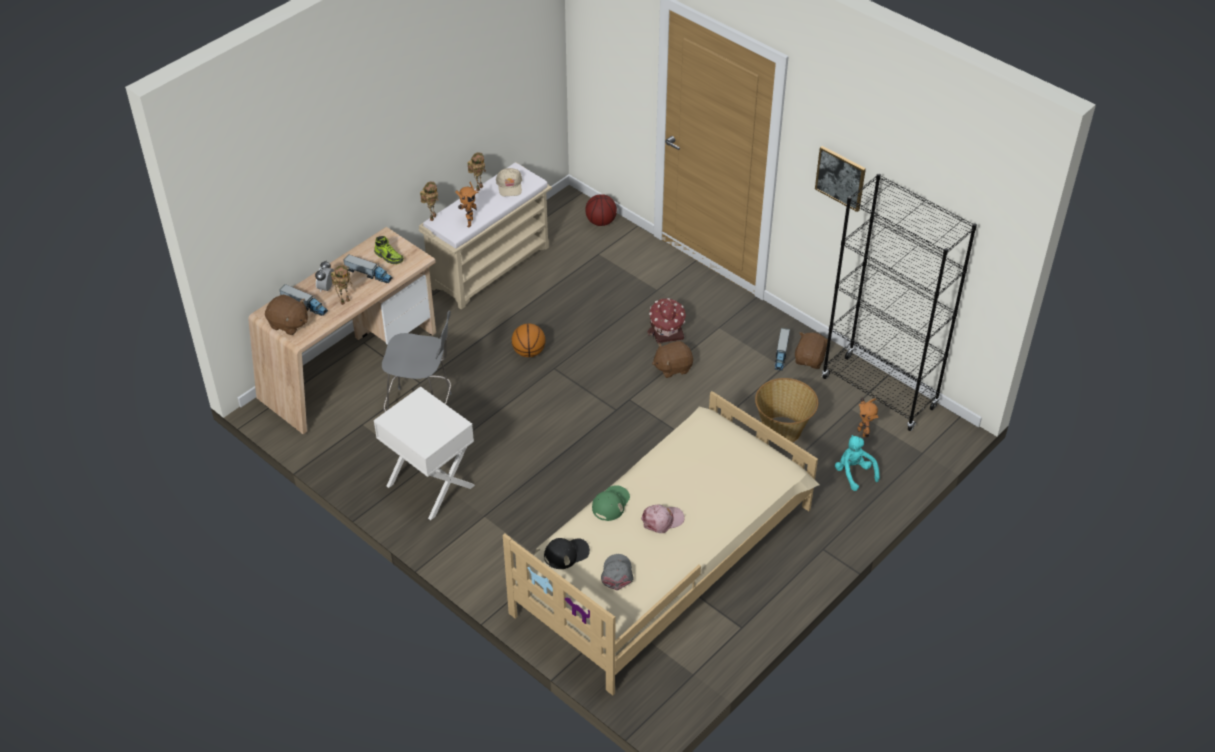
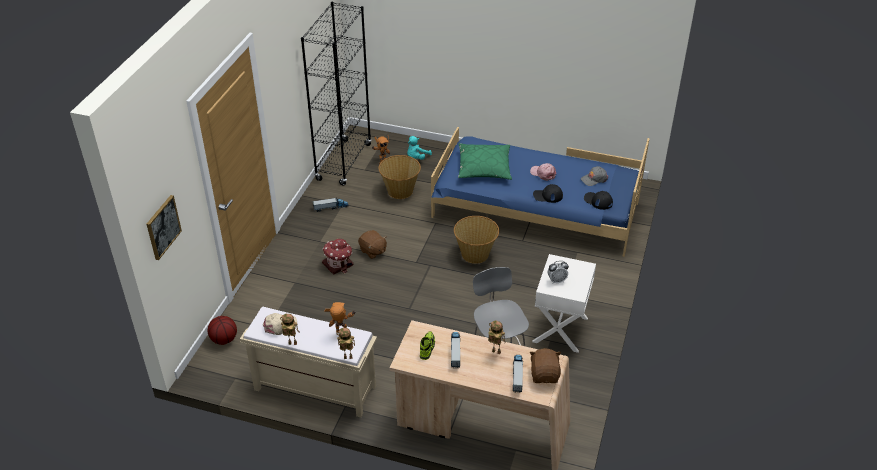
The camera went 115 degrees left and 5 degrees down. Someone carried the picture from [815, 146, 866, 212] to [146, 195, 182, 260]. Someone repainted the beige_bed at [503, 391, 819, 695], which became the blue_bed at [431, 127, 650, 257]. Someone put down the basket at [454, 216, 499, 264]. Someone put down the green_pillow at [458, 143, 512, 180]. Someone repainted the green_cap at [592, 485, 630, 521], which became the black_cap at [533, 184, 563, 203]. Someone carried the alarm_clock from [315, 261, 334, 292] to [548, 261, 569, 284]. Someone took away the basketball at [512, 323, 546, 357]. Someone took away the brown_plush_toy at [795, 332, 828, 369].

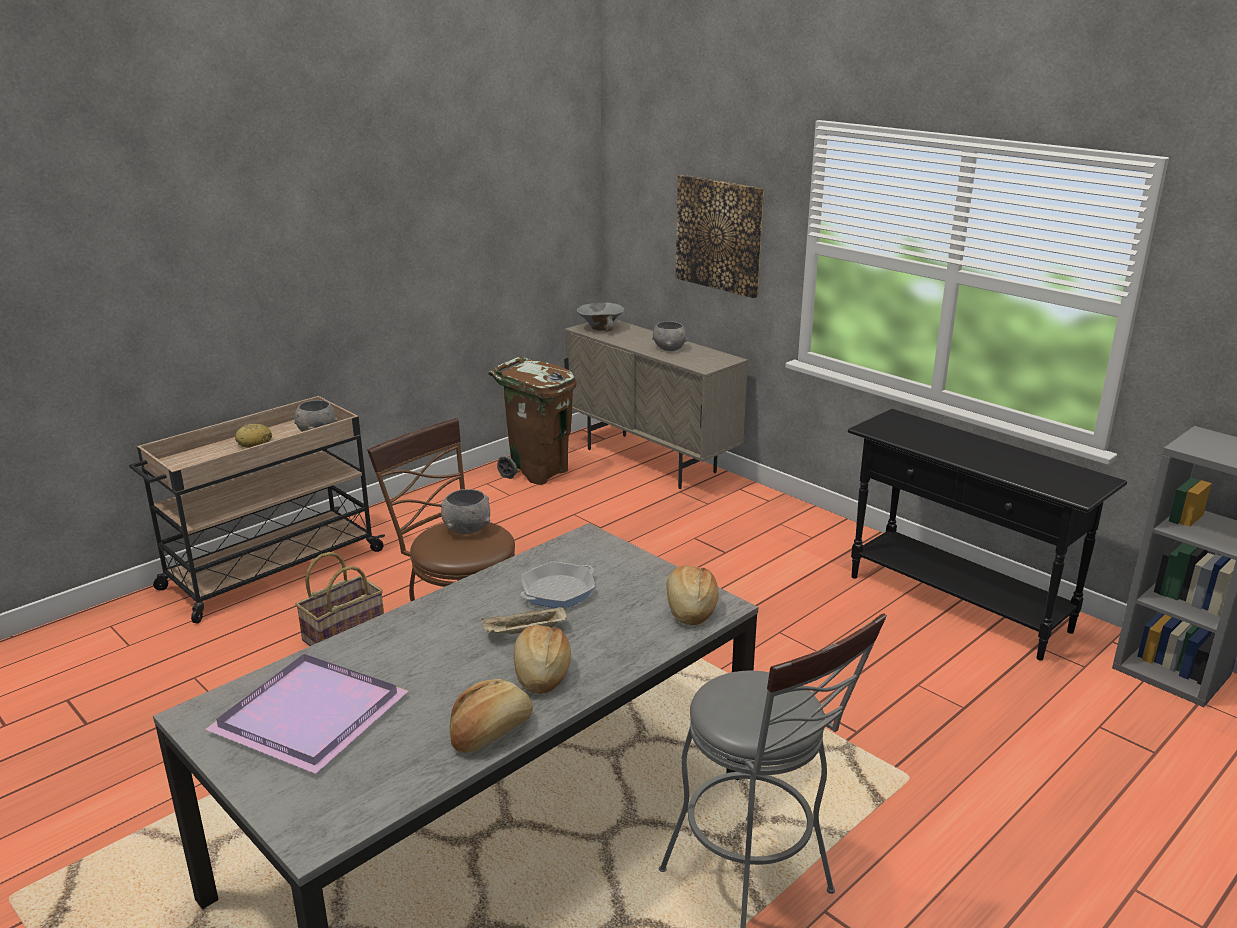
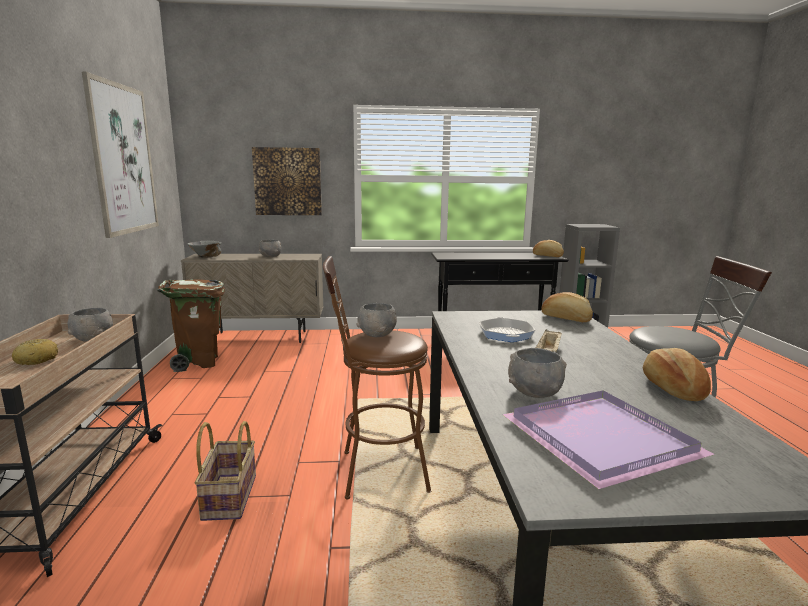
The camera went 50 degrees left and 10 degrees down. Someone put up the picture at [82, 72, 159, 238]. Someone put down the grey_bowl at [508, 348, 567, 398]. Someone carried the bread from [514, 625, 571, 694] to [533, 240, 564, 257].

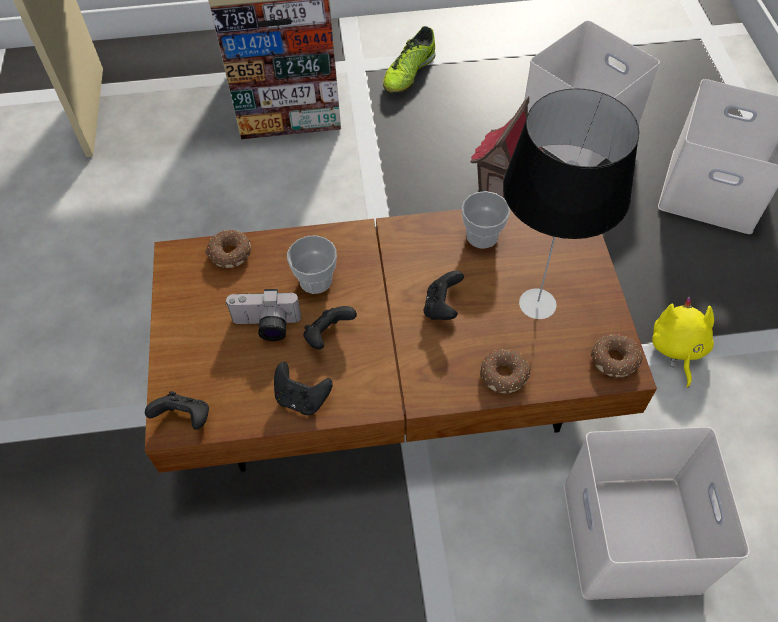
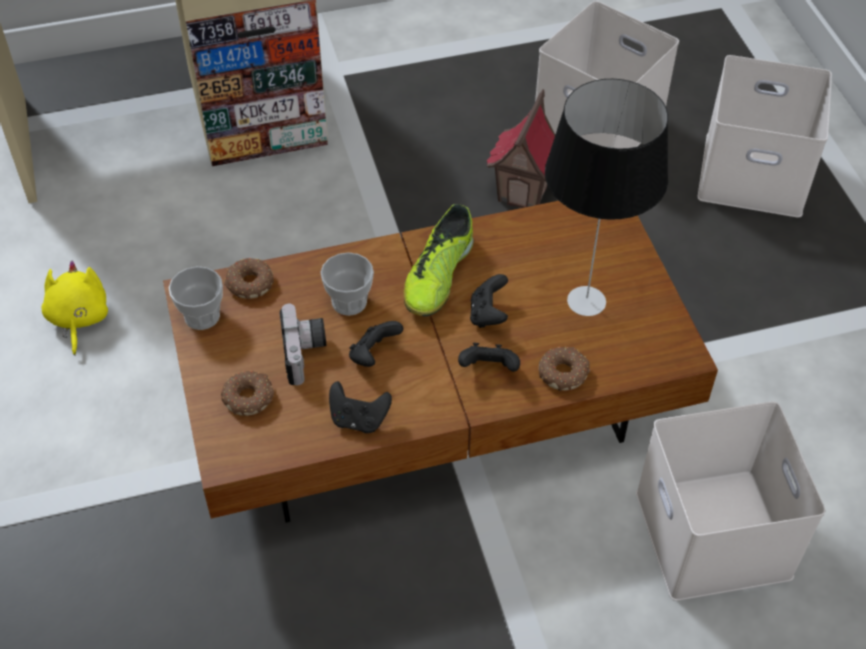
The camera went 10 degrees left and 5 degrees down. Someone carried the yellow_plush_toy from [652, 297, 714, 388] to [41, 260, 108, 356]. Someone carried the cup from [461, 191, 510, 249] to [169, 266, 223, 330]. Someone carried the donut from [591, 334, 643, 377] to [221, 371, 274, 416]. Someone rotated the photo_camera at [225, 289, 301, 341] by 90 degrees counterclockwise. Someone carried the shoe from [383, 26, 436, 93] to [404, 204, 474, 316]. Someone carried the black_game_controller from [145, 391, 209, 430] to [458, 343, 520, 372].

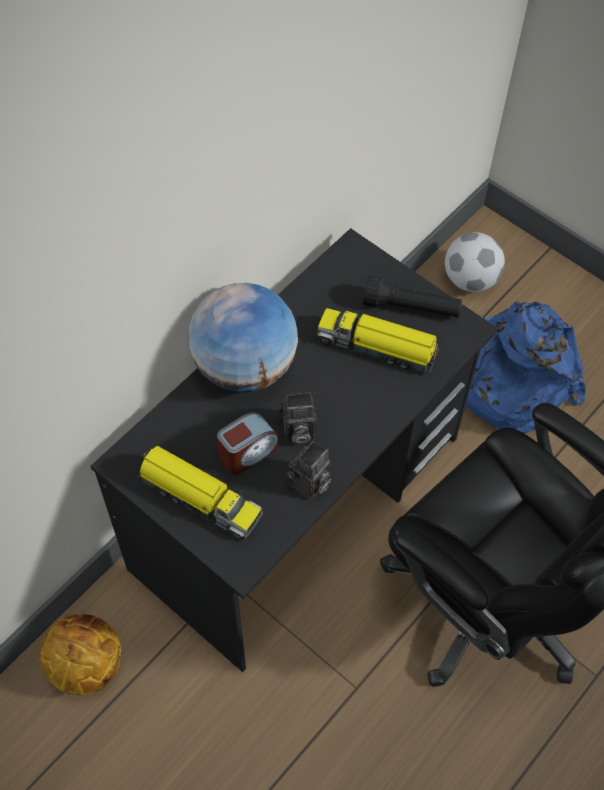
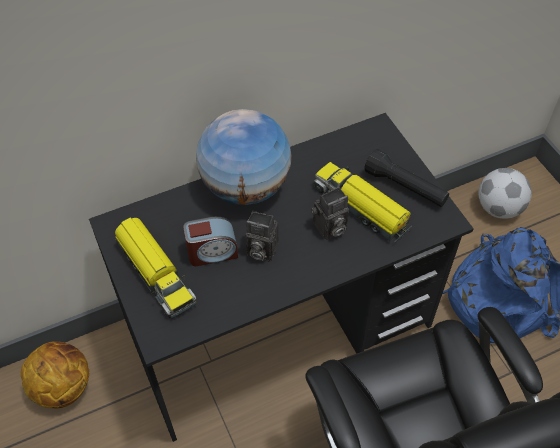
The camera went 25 degrees right and 5 degrees down. Someone carried the photo_camera from [287, 441, 331, 500] to [311, 187, 349, 240].

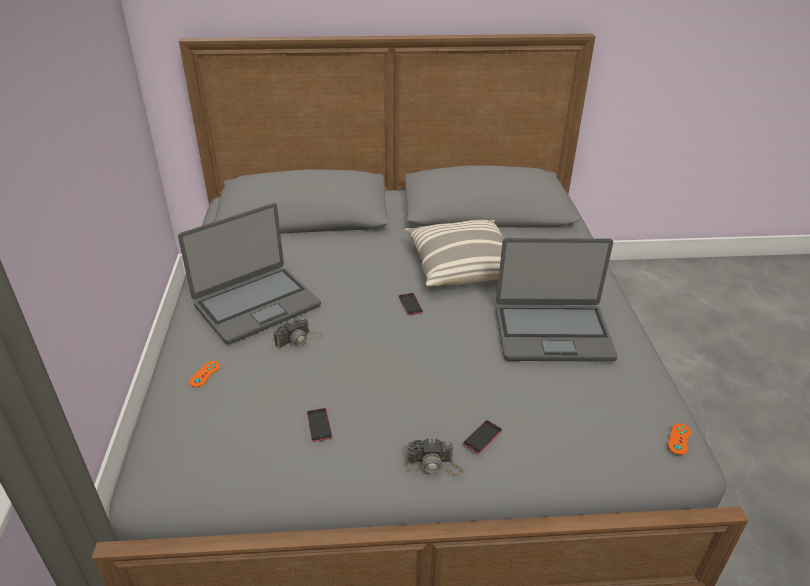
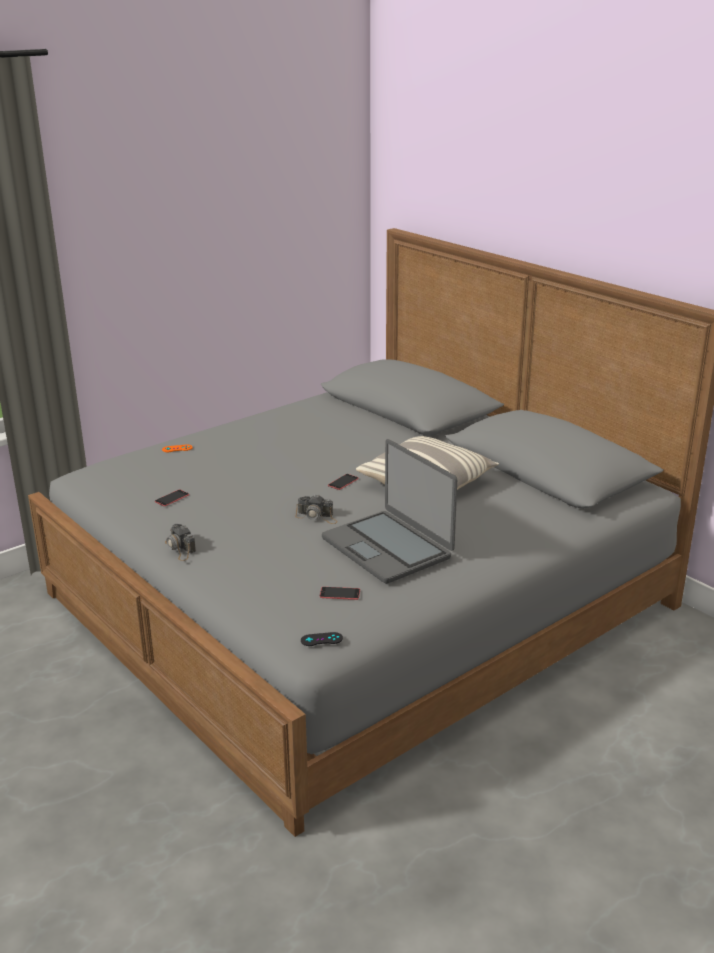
The camera went 55 degrees right and 10 degrees down. Someone carried the photo_camera from [274, 317, 323, 352] to [295, 495, 338, 524]. Someone repainted the orange_game_controller at [668, 423, 691, 455], which became the black_game_controller at [301, 632, 343, 646]. Someone carried the phone from [463, 420, 502, 454] to [320, 587, 360, 600]. Someone took away the laptop at [178, 203, 321, 345].

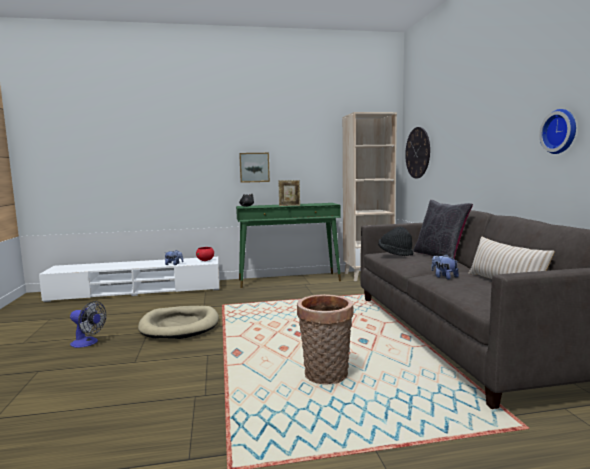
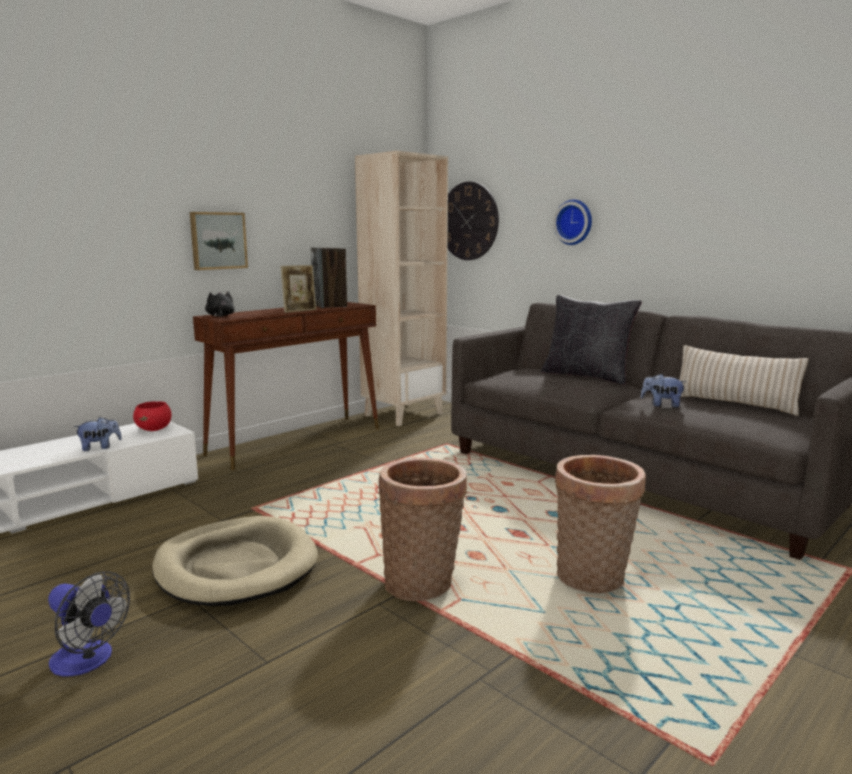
The camera went 35 degrees left and 5 degrees up. Someone rotated the fan at [70, 301, 106, 348] by 45 degrees clockwise. Someone repainted the green_console_table at [236, 203, 341, 288], which became the brown_console_table at [193, 302, 379, 470]. Someone put down the speaker at [311, 247, 347, 308]. Someone put down the basket at [378, 458, 467, 601]. Someone carried the wall_clock from [539, 109, 576, 154] to [553, 199, 592, 245]. Someone took away the black_hat at [378, 227, 414, 256].

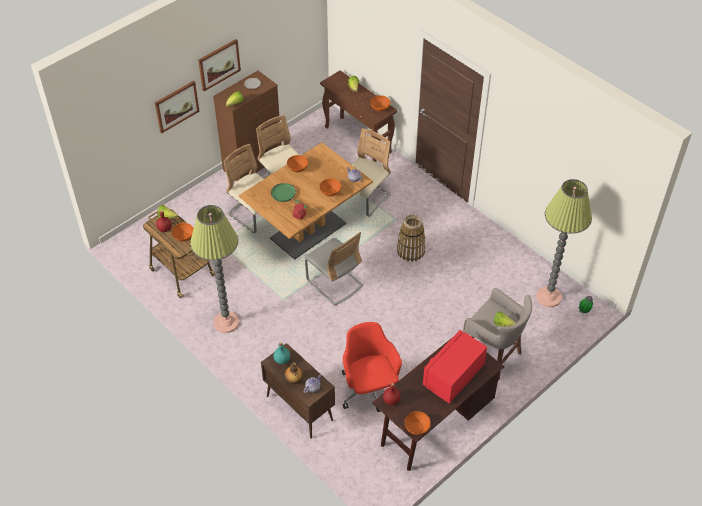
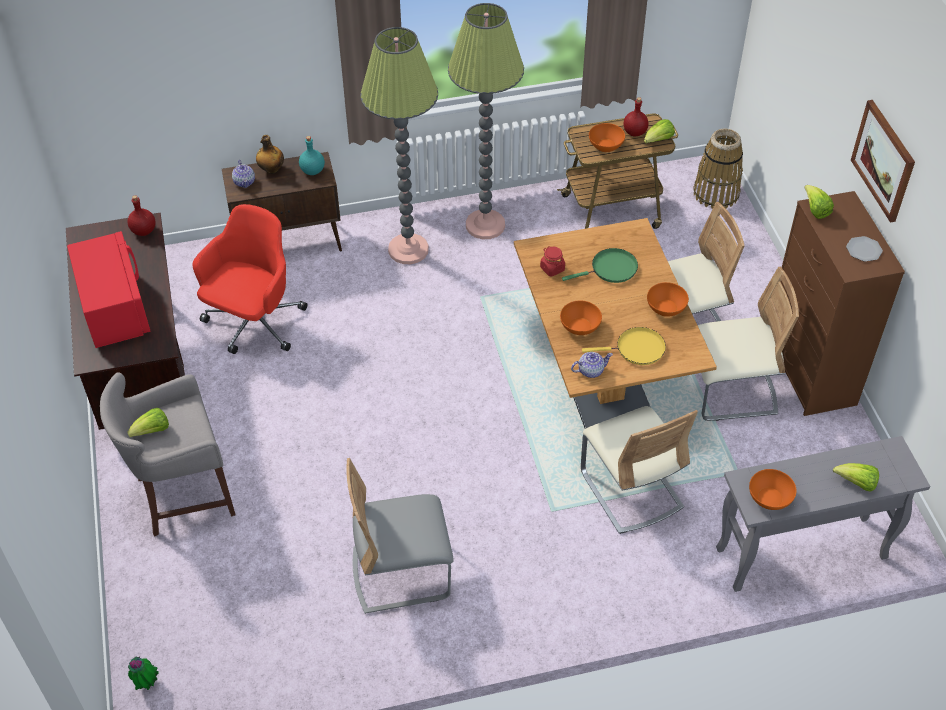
The camera went 120 degrees right and 0 degrees up. Someone rotated the red_office_chair at [342, 322, 402, 412] by 75 degrees counterclockwise. Someone carried the grey_chair from [304, 232, 363, 306] to [346, 458, 454, 614]. Someone carried the floor_lamp from [536, 179, 592, 307] to [361, 27, 438, 264]. Someone put down the yellow_frying_pan at [582, 327, 666, 365]. Someone carried the basket from [397, 215, 425, 262] to [693, 129, 743, 209]. Someone repainted the brown_console_table at [320, 70, 398, 162], which became the grey_console_table at [716, 436, 930, 592]. Someone took away the picture at [155, 81, 200, 133]. Someone took away the orange_bowl at [405, 411, 431, 435].

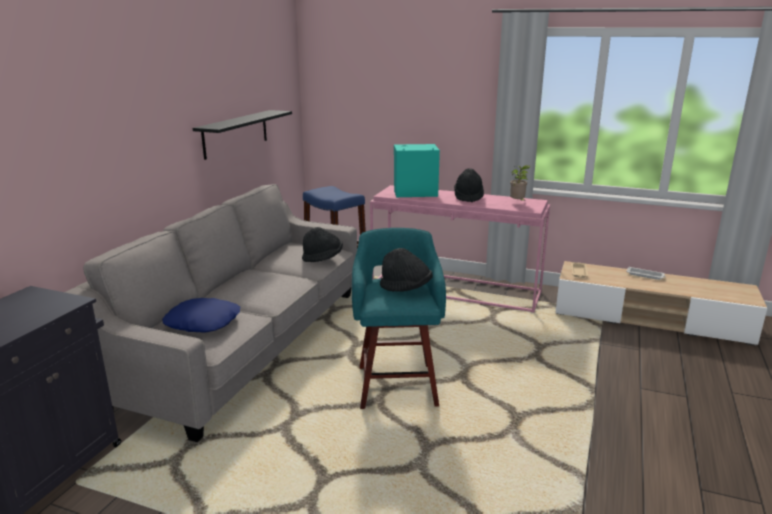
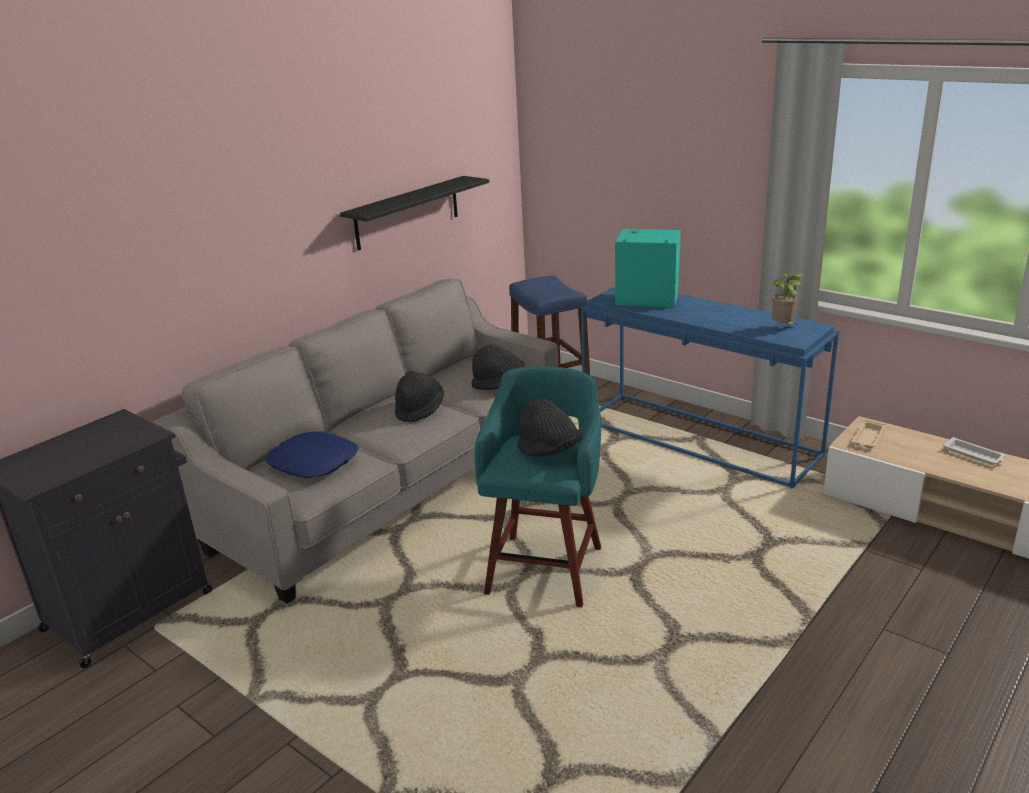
The camera went 20 degrees right and 5 degrees up. Someone carried the black_hat from [454, 168, 484, 202] to [395, 371, 444, 423]. Someone repainted the pink_console_table at [370, 185, 550, 313], which became the blue_console_table at [581, 287, 839, 489].

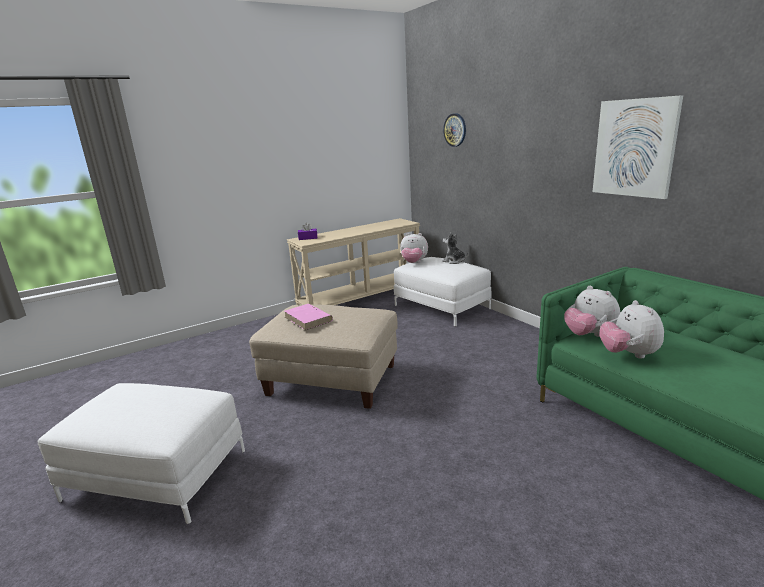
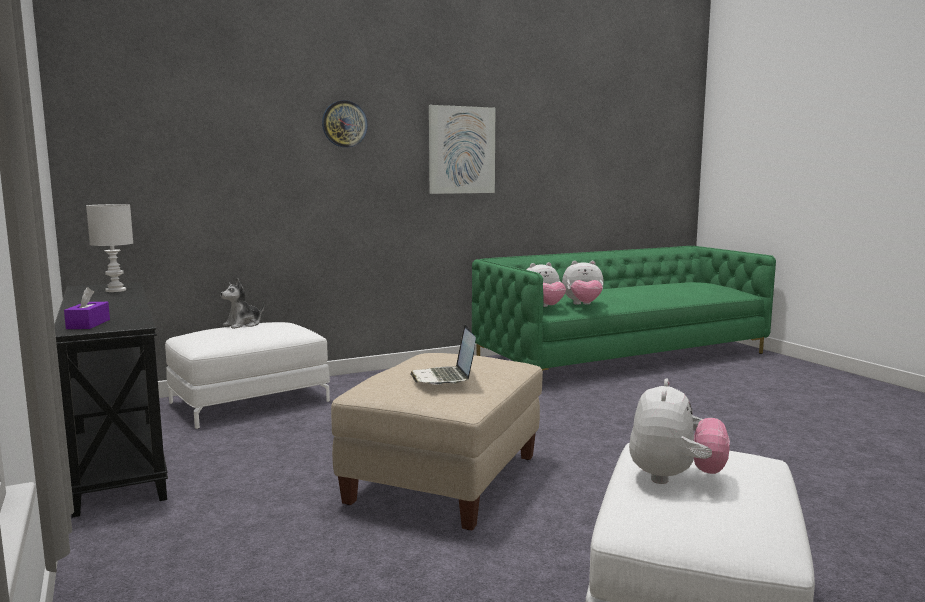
The camera went 85 degrees left and 10 degrees down. Someone repainted the beige_console_table at [287, 218, 420, 305], which became the black_console_table at [54, 282, 168, 518]. Someone put down the white_table_lamp at [86, 204, 133, 292]. Someone carried the wall_clock from [443, 113, 466, 147] to [322, 100, 368, 147]. Someone swapped the pink_book at [284, 304, 333, 330] for the laptop at [410, 325, 476, 385]. Someone carried the plush_toy from [400, 233, 428, 263] to [629, 379, 730, 484].

